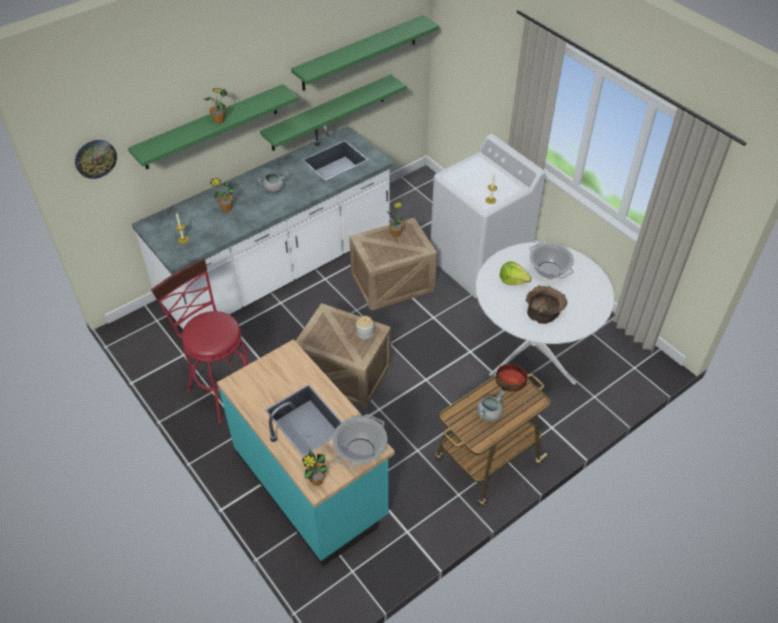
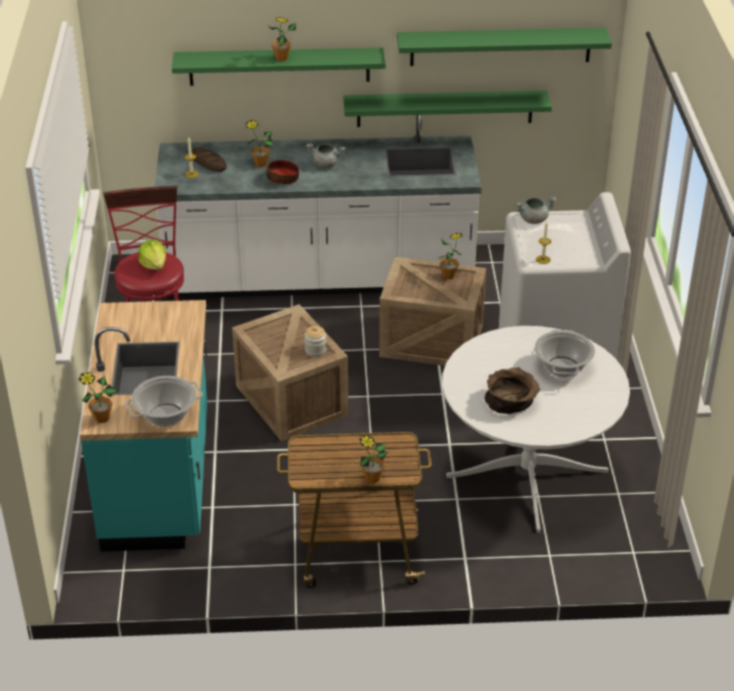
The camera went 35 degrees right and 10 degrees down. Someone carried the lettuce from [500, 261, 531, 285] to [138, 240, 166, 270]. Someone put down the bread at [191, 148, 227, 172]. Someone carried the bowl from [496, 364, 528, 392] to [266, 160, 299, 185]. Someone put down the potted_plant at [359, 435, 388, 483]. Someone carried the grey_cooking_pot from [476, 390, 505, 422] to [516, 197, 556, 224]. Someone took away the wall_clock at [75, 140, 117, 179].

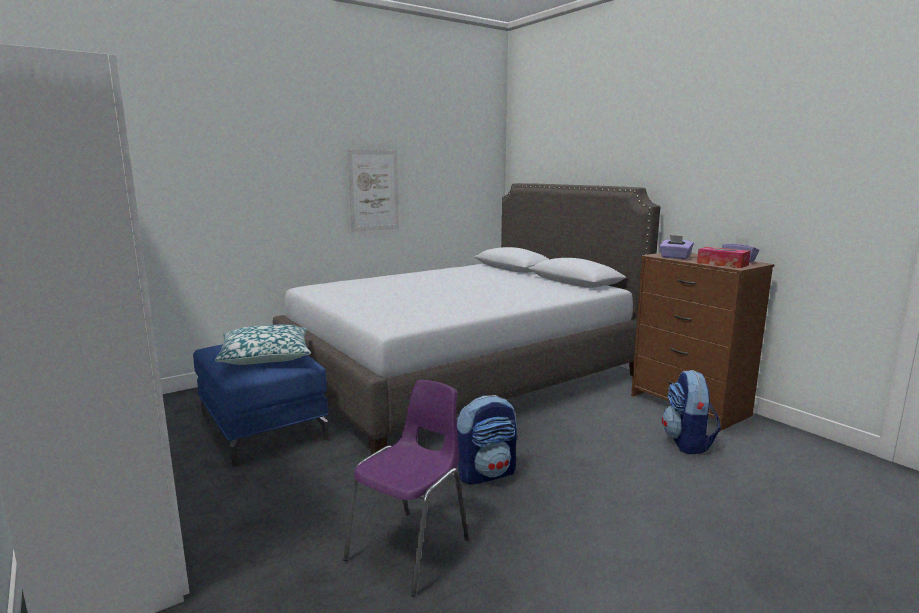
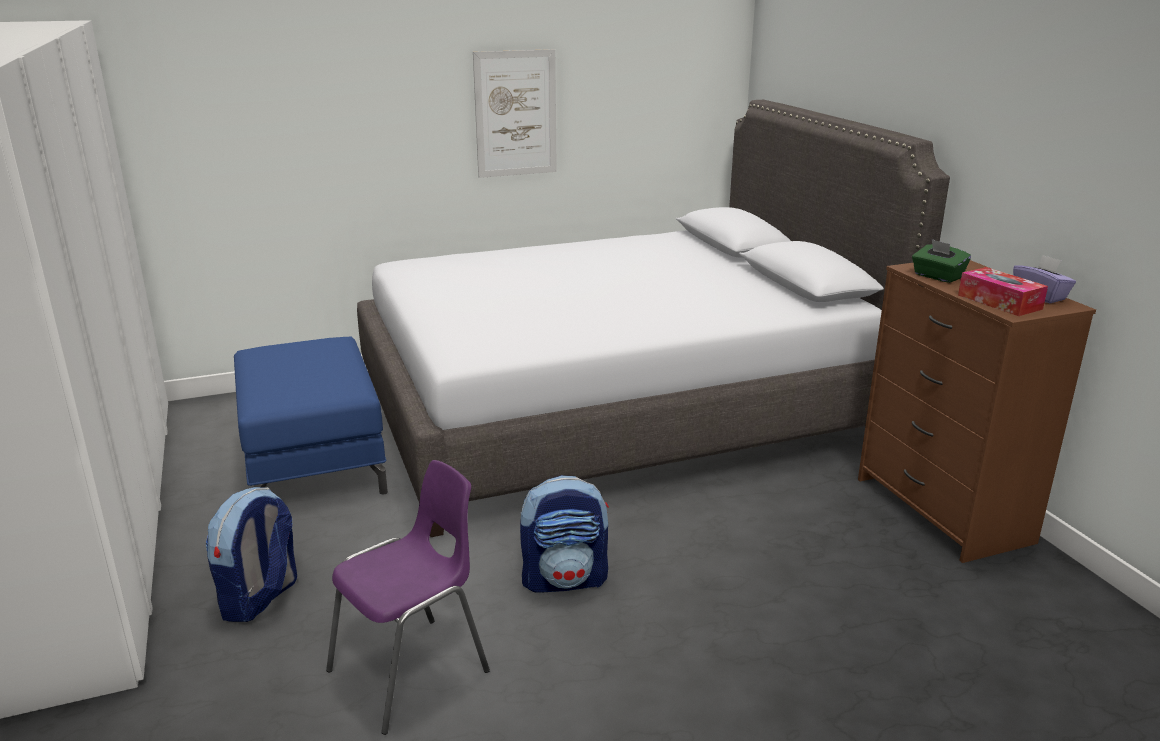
The camera went 15 degrees right and 10 degrees up. Someone carried the backpack from [662, 370, 721, 454] to [205, 487, 297, 622]. Someone repainted the purple_tissue_box at [659, 235, 694, 259], which became the green_tissue_box at [912, 239, 971, 283]. Someone took away the pillow at [215, 325, 311, 365].

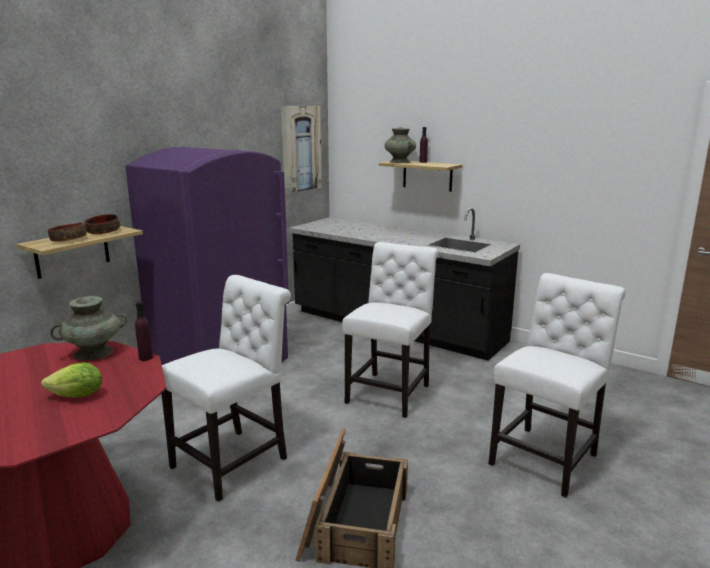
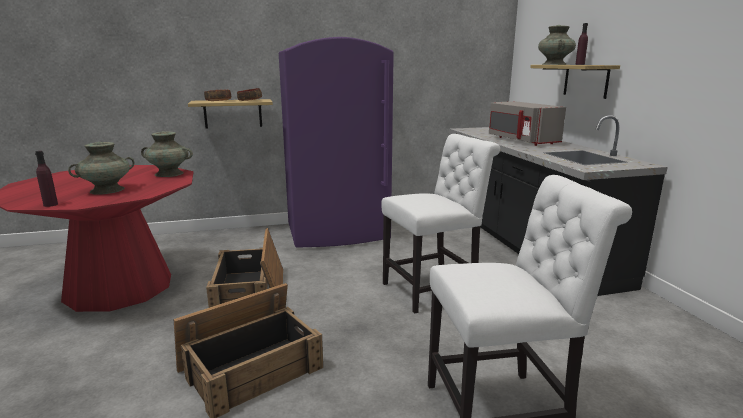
The camera went 40 degrees right and 0 degrees up. Someone carried the purple_bottle from [135, 302, 153, 361] to [35, 151, 58, 207]. Someone swapped the lettuce at [41, 362, 102, 398] for the turquoise_vase at [68, 142, 134, 195]. Someone swapped the white_chair at [161, 275, 291, 502] for the crate at [206, 228, 283, 308]. Someone put down the grey_microwave at [489, 101, 566, 146]. Someone took away the picture at [281, 106, 322, 194].

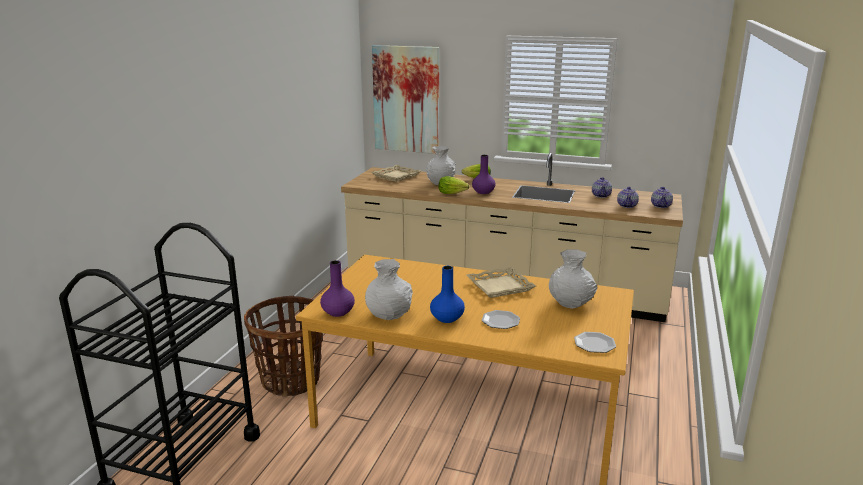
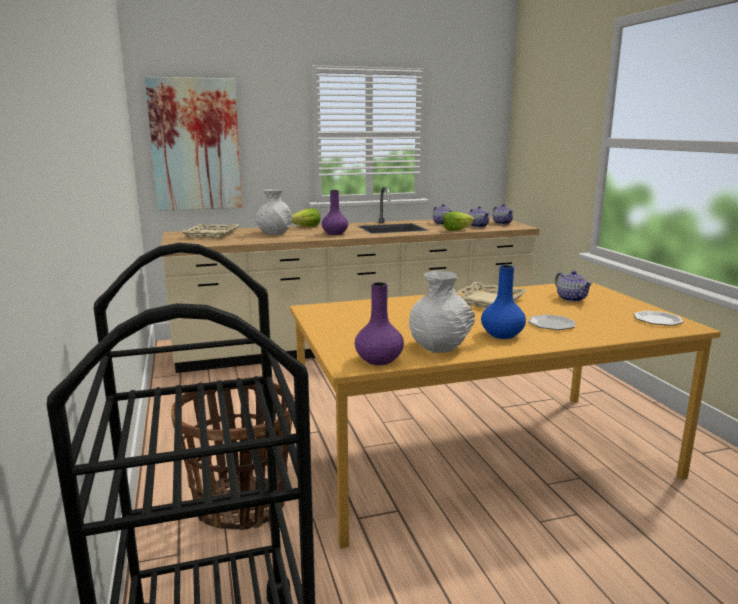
The camera went 35 degrees left and 5 degrees down. Someone carried the lettuce from [439, 176, 470, 194] to [443, 212, 475, 231]. Someone swapped the white_vase at [549, 250, 597, 309] for the teapot at [555, 271, 593, 302].

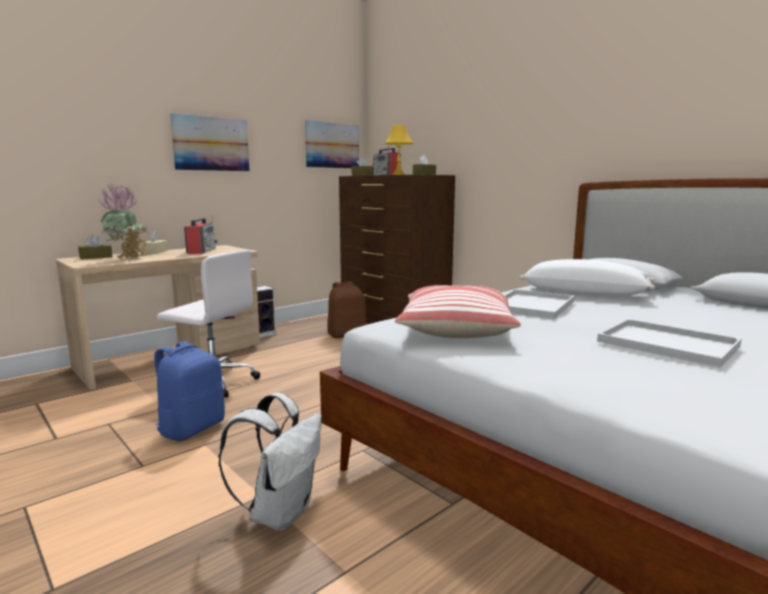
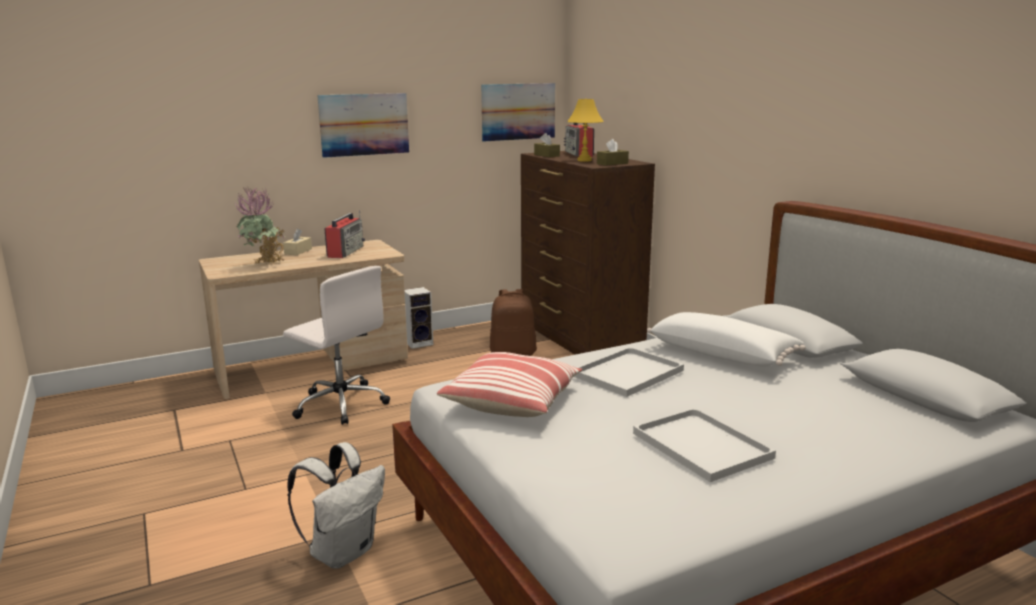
The camera went 15 degrees right and 5 degrees up. Someone took away the brown_tissue_box at [78, 234, 112, 260]. Someone took away the blue_backpack at [154, 341, 225, 441].

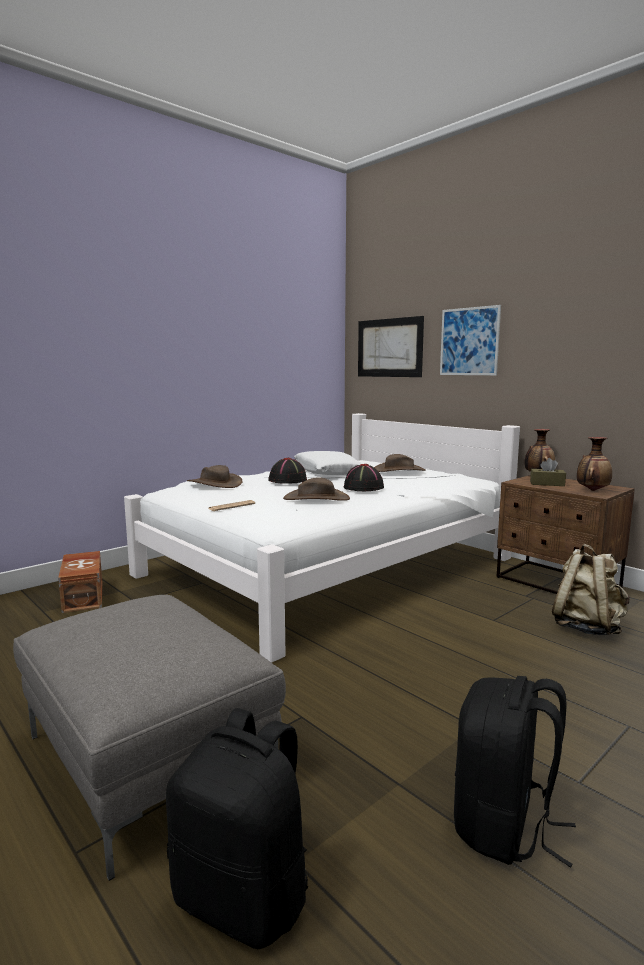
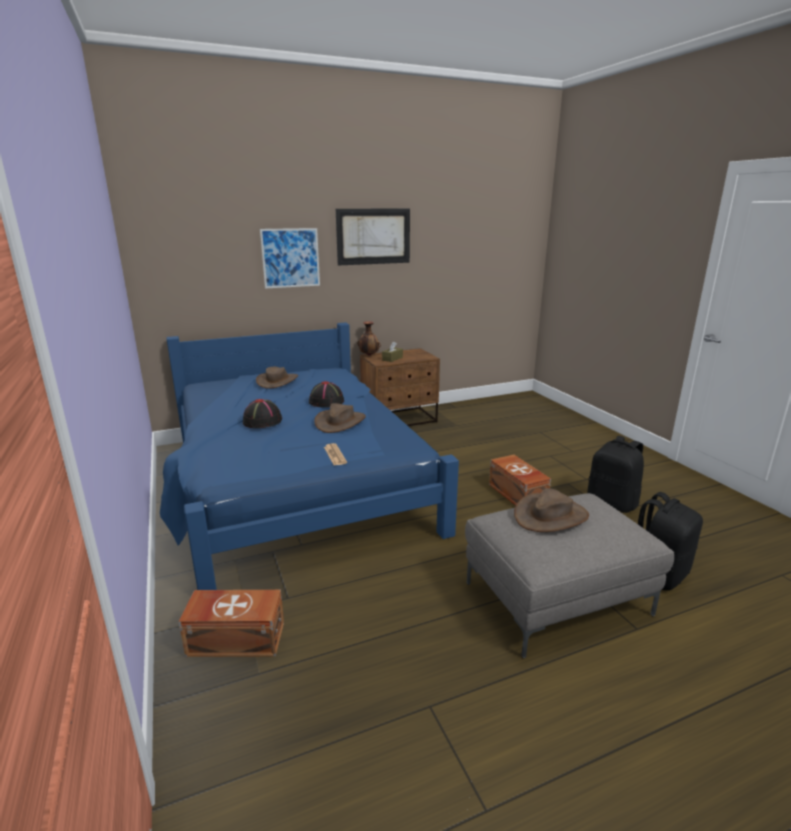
The camera went 70 degrees left and 10 degrees up. Someone repainted the white_bed at [124, 413, 520, 663], which became the blue_bed at [160, 322, 459, 590]. Someone carried the picture from [358, 316, 424, 377] to [336, 209, 410, 265]. Someone put down the brown_storage_box at [489, 455, 551, 506]. Someone carried the brown_hat from [187, 465, 243, 488] to [514, 488, 589, 532]. Someone took away the white_pillow at [294, 451, 362, 475]. Someone took away the beige_backpack at [552, 544, 629, 635]. Someone took away the vase at [577, 437, 612, 491].

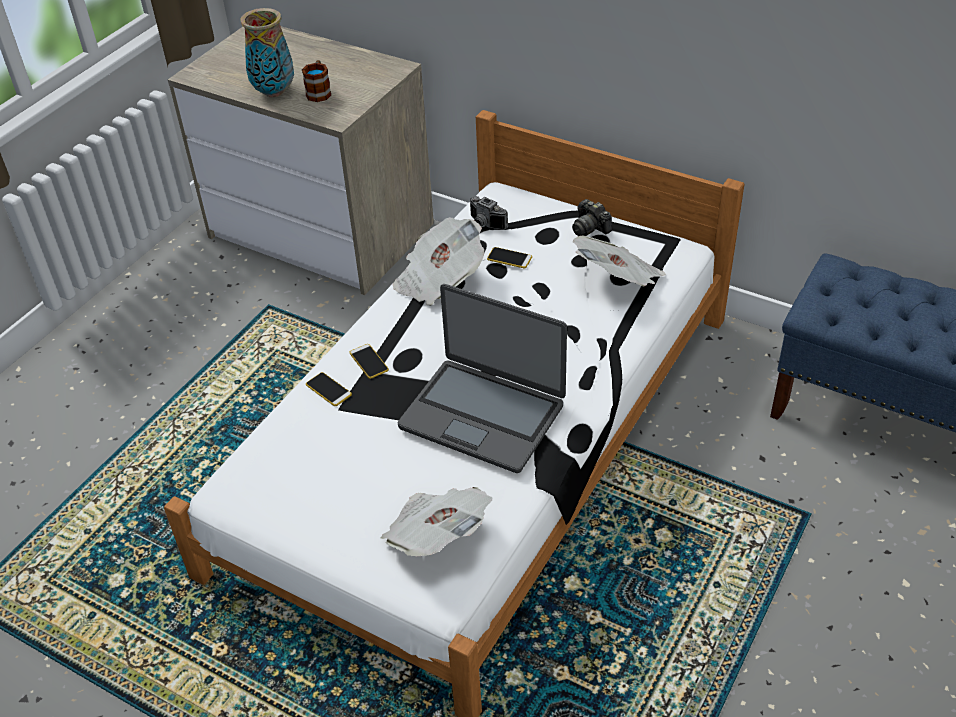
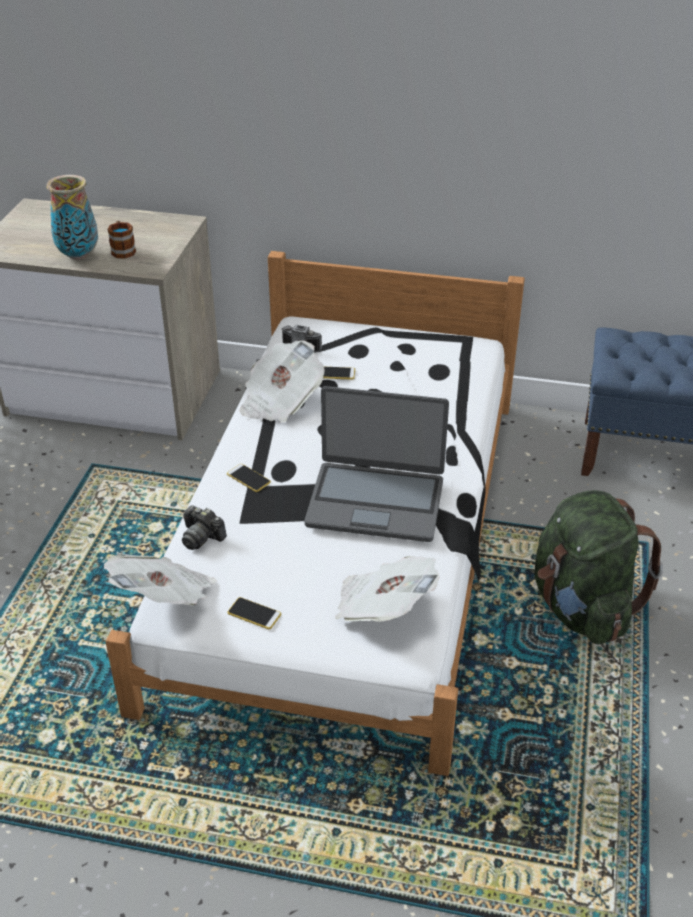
The camera went 20 degrees left and 5 degrees down. Someone carried the newspaper from [573, 235, 665, 286] to [104, 555, 217, 606]. Someone carried the photo_camera from [572, 199, 612, 236] to [182, 505, 227, 550]. Someone carried the phone from [306, 372, 352, 406] to [228, 597, 281, 629]. Someone put down the green_backpack at [534, 490, 663, 644].

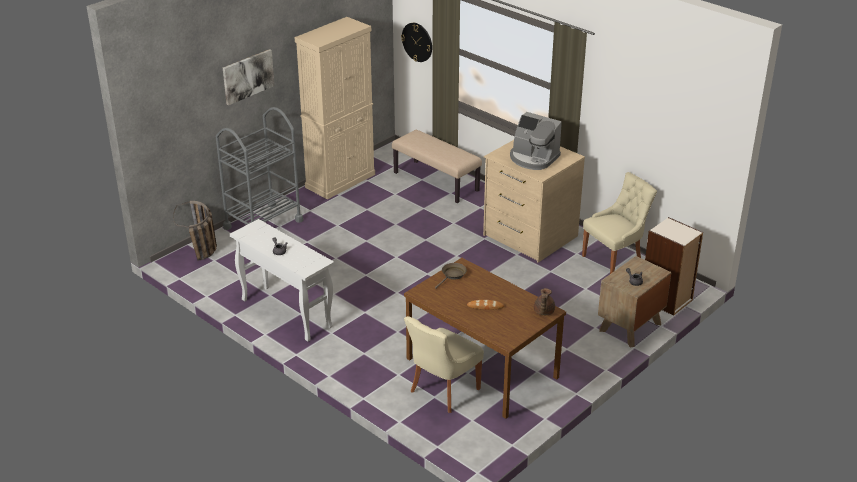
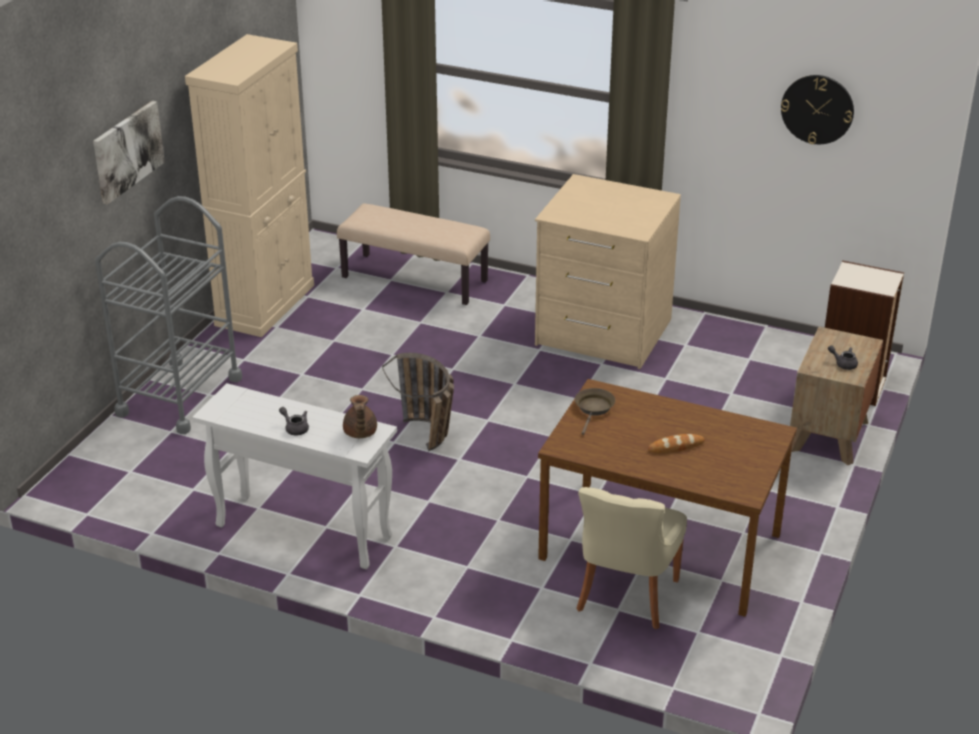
The camera went 20 degrees left and 0 degrees up. Someone carried the brown_teapot from [534, 288, 555, 315] to [343, 395, 377, 438]. Someone carried the basket from [173, 201, 217, 261] to [382, 353, 454, 451]. Someone carried the wall_clock from [401, 23, 432, 62] to [781, 75, 854, 144]. Someone took away the coffee_machine at [510, 112, 562, 170]. Someone took away the beige_chair at [582, 172, 657, 274].

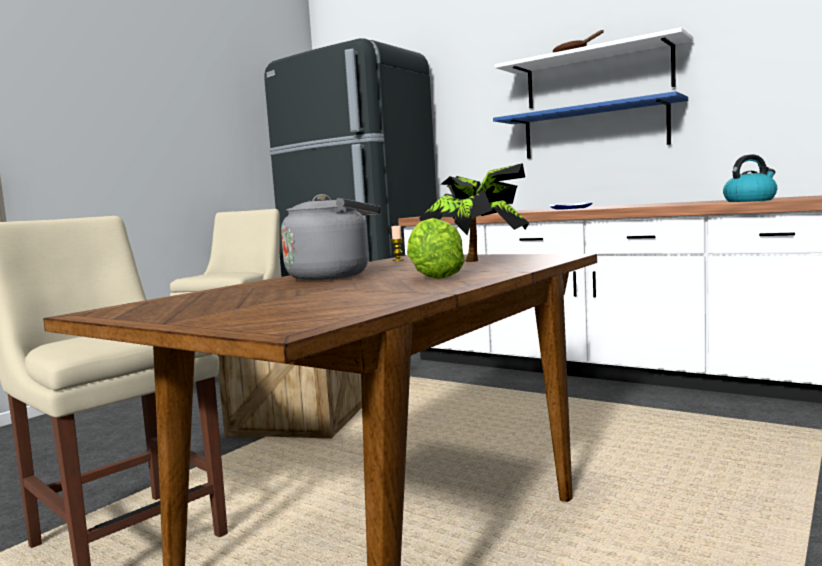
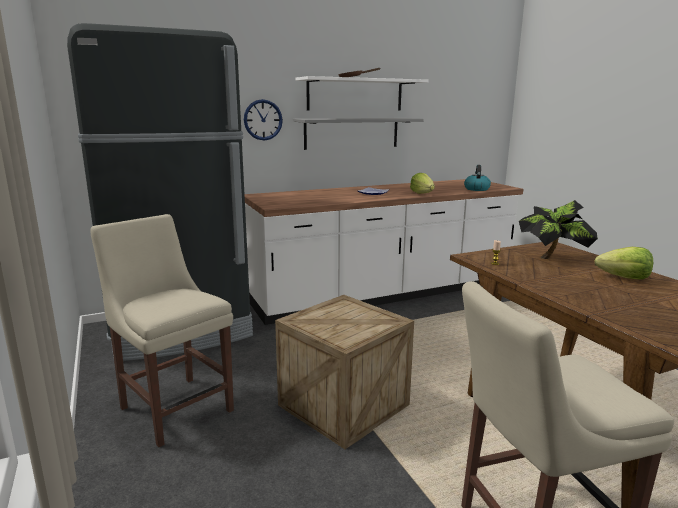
The camera went 60 degrees left and 10 degrees up. Someone put up the wall_clock at [244, 99, 283, 141]. Someone repainted the blue_shelf at [493, 91, 688, 159], which became the grey_shelf at [293, 118, 424, 150]. Someone put down the lettuce at [410, 173, 435, 194]. Someone took away the grey_kettle at [281, 194, 381, 280].

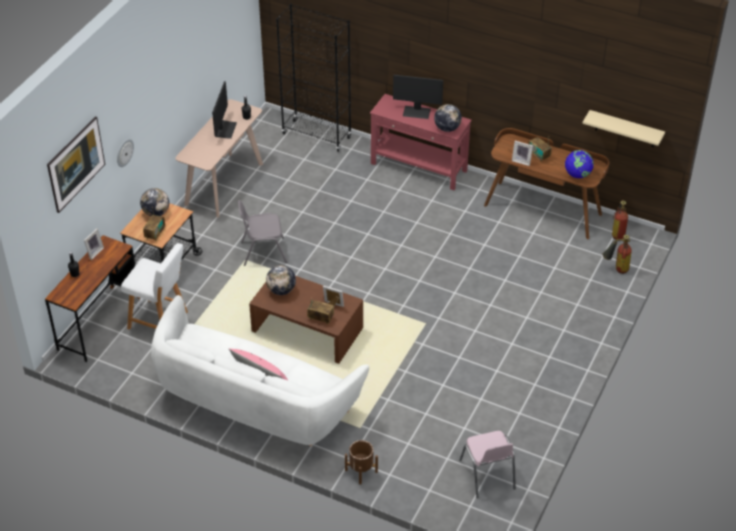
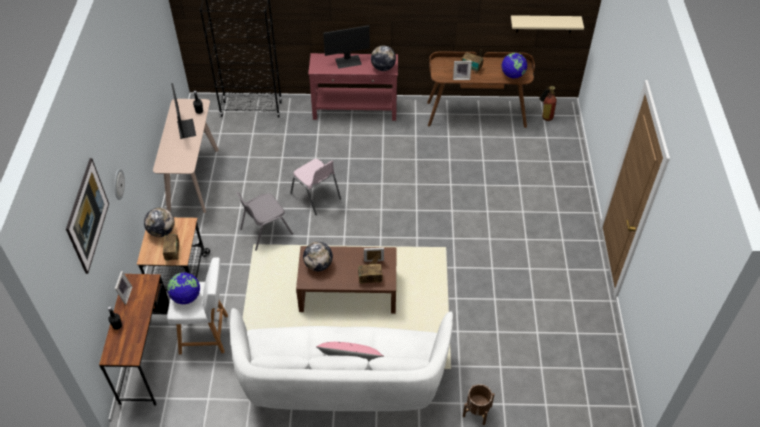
The camera went 25 degrees left and 5 degrees up. Someone put down the globe at [167, 272, 200, 304]. Someone carried the pink_chair from [459, 431, 516, 498] to [290, 159, 341, 215]. Someone took away the fire_extinguisher at [602, 235, 632, 274].

